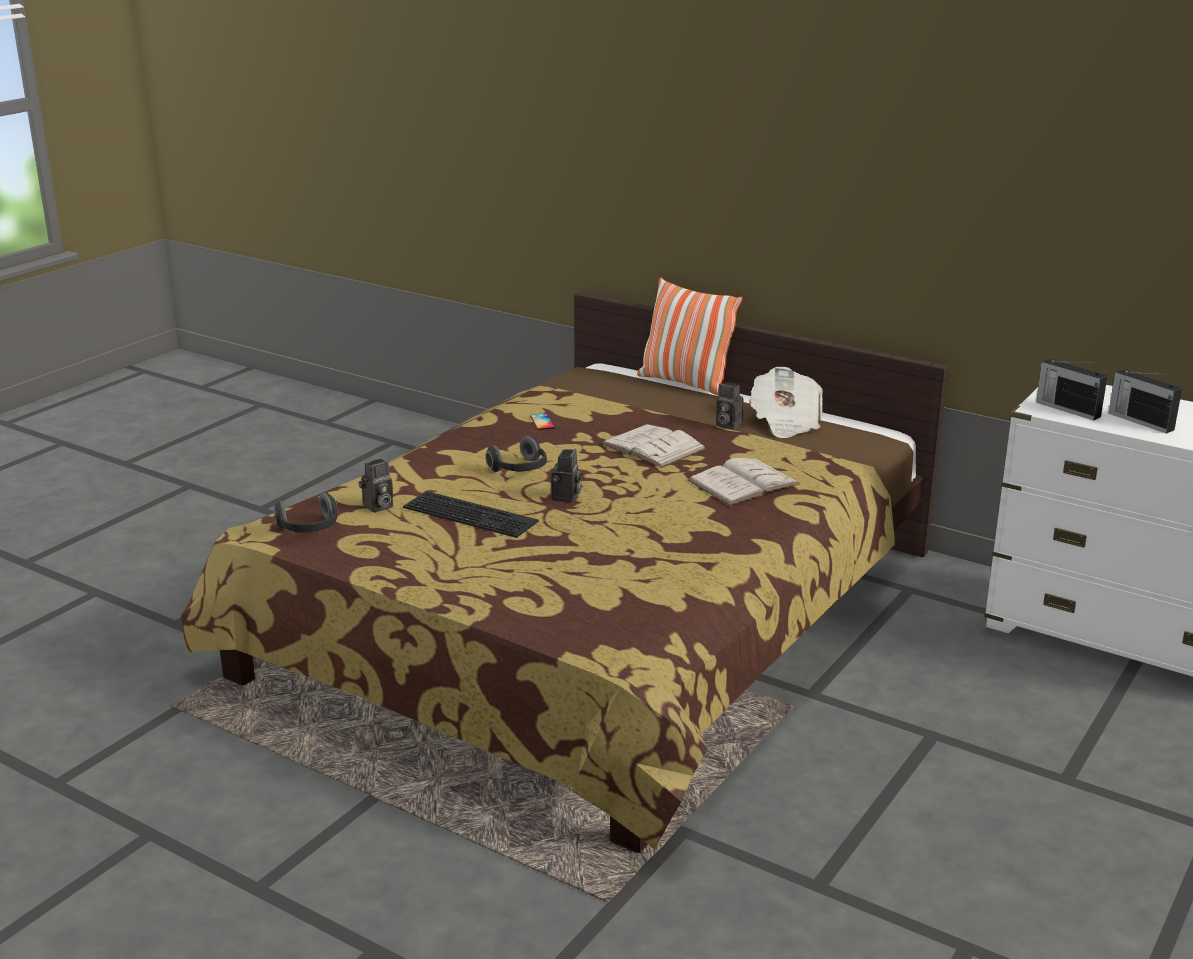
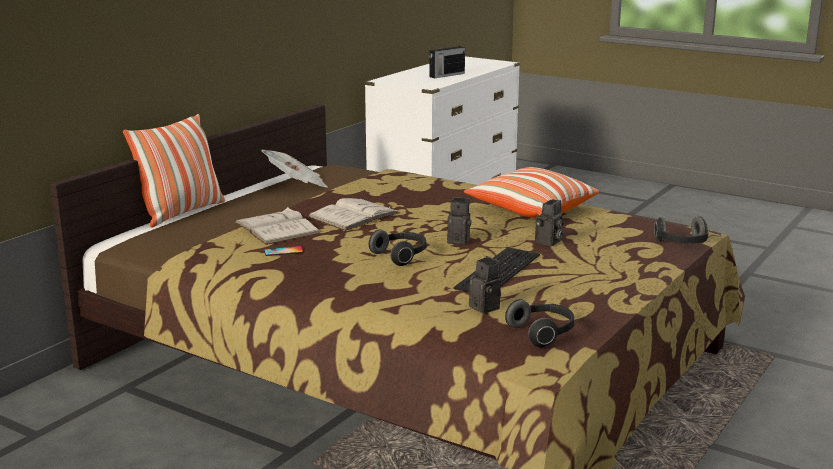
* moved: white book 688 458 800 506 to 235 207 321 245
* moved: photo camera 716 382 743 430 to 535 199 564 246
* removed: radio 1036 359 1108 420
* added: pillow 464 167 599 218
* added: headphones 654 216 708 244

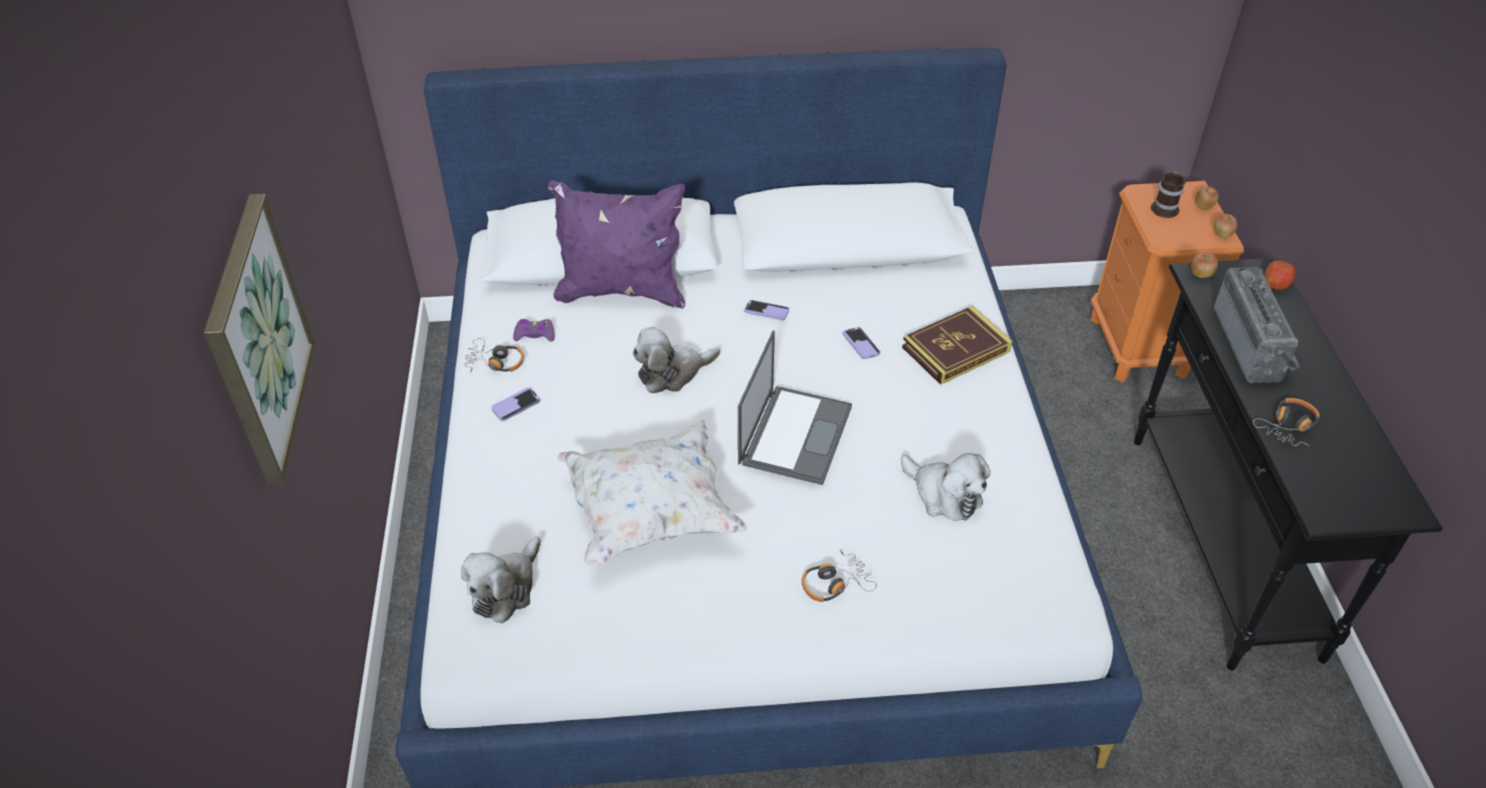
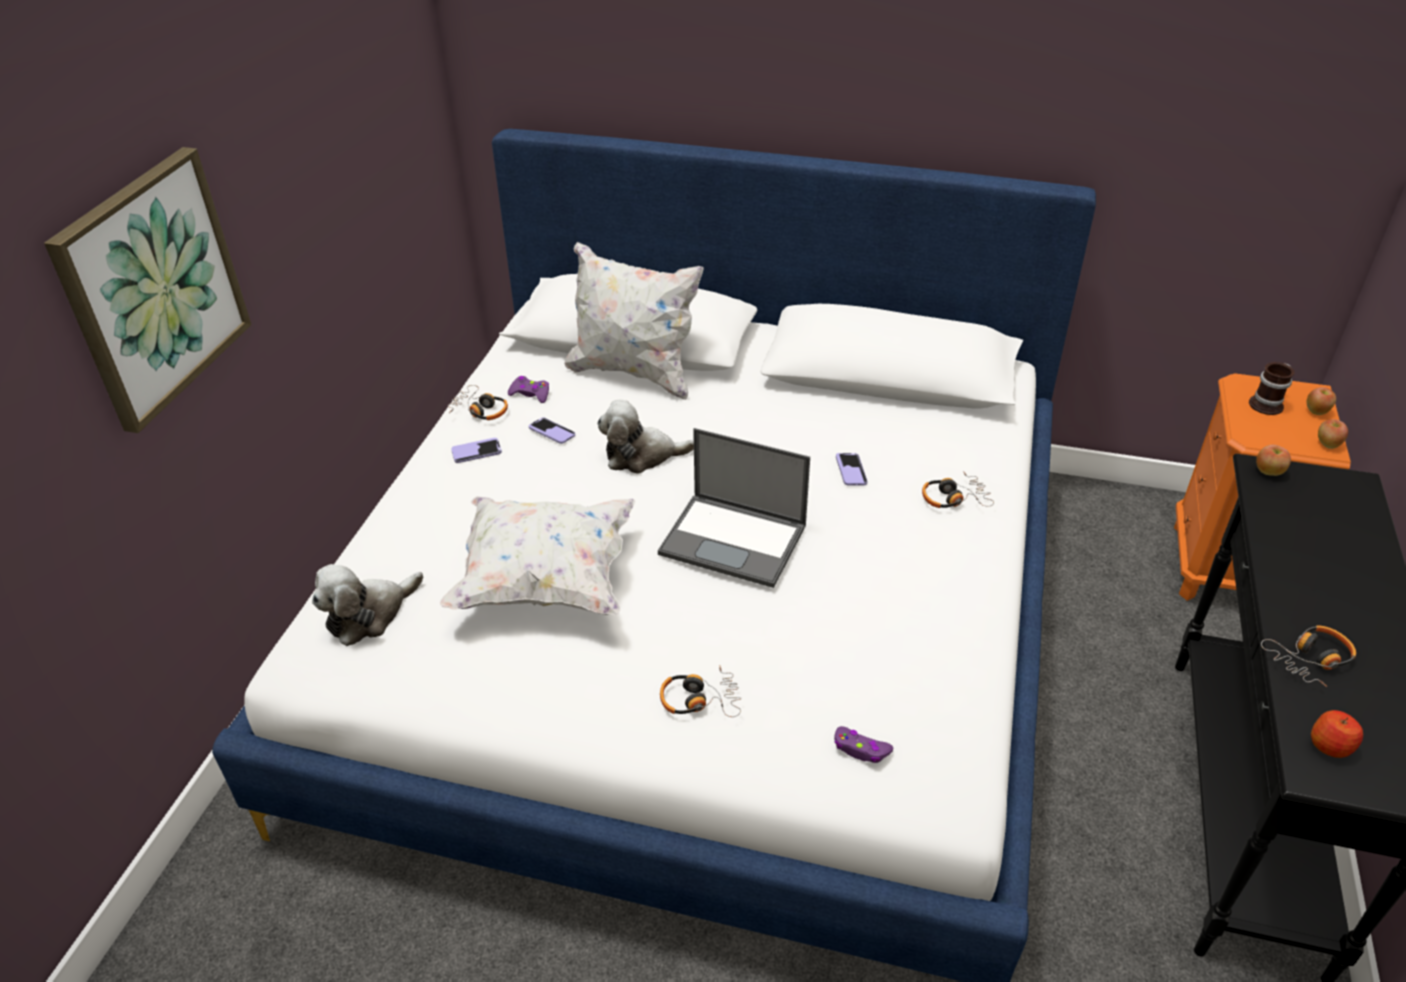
* recoloured: purple pillow 548 180 685 308 to white pillow 565 242 703 400
* turned: laptop 738 331 852 485 = 658 428 810 588 75 degrees clockwise
* moved: phone 744 300 789 320 to 529 418 575 444
* removed: plush toy 901 453 990 521
* replaced: book 902 306 1012 385 to headphones 922 471 994 508
* removed: radio 1214 267 1300 383
* moved: apple 1264 260 1296 290 to 1311 710 1363 758
* added: purple game controller 834 726 893 763

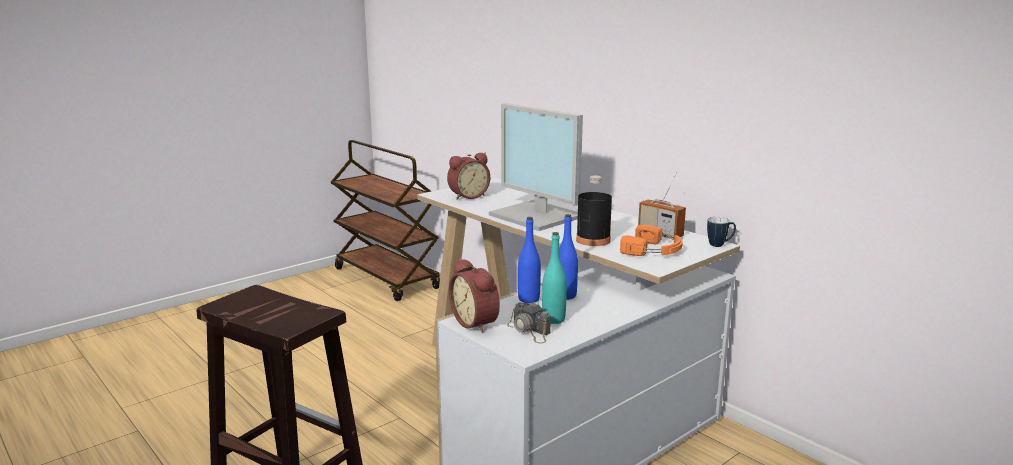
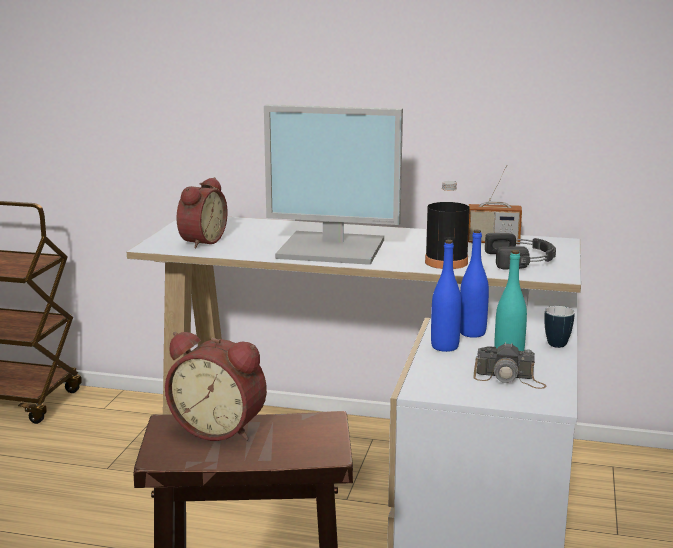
* moved: alarm clock 449 258 500 333 to 165 332 267 441
* recoloured: orange headphones 620 224 683 256 to black headphones 485 233 556 270
* moved: mug 707 217 736 247 to 544 306 575 348

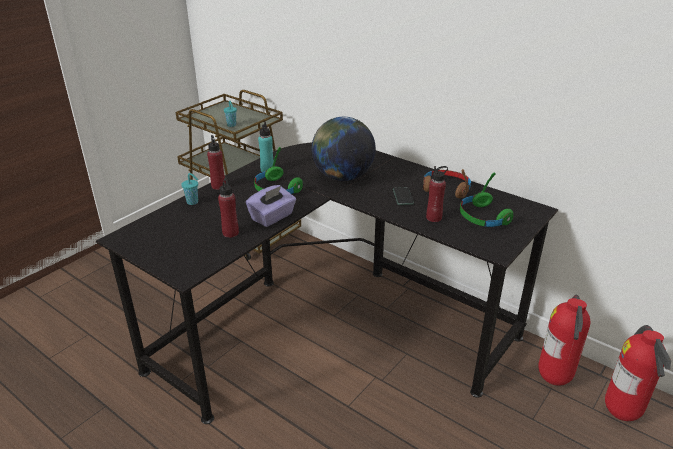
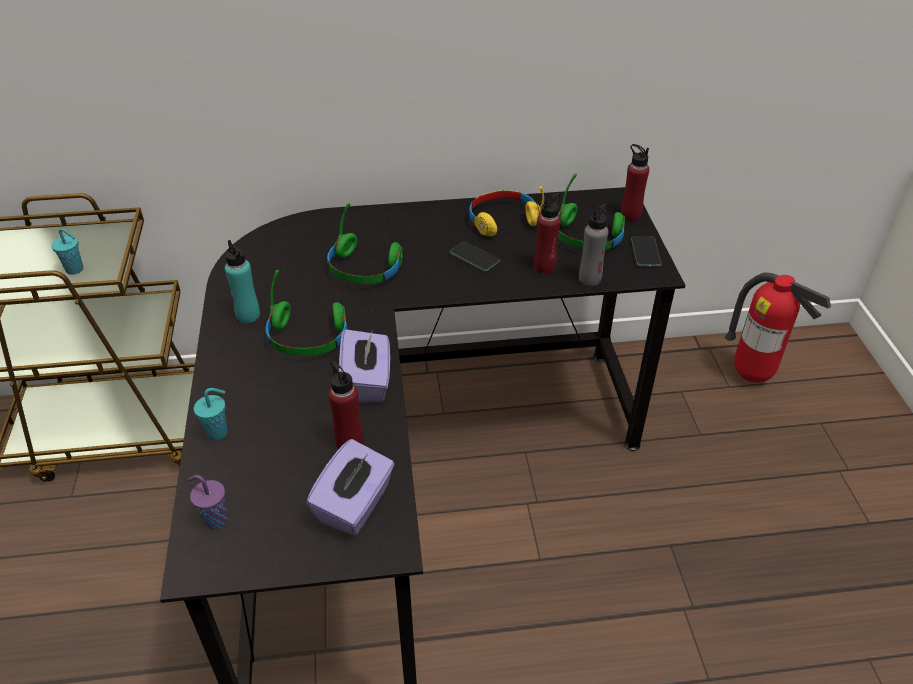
* moved: red bottle 207 135 226 190 to 621 144 649 221
* replaced: globe 312 117 376 181 to green headphones 327 203 403 284
* recoloured: brown headphones 423 169 471 198 to yellow headphones 469 186 544 236
* removed: fire extinguisher 538 295 590 386
* added: purple cup 188 475 228 529
* added: purple tissue box 306 439 395 536
* added: grey bottle 579 203 608 286
* added: phone 631 236 662 267

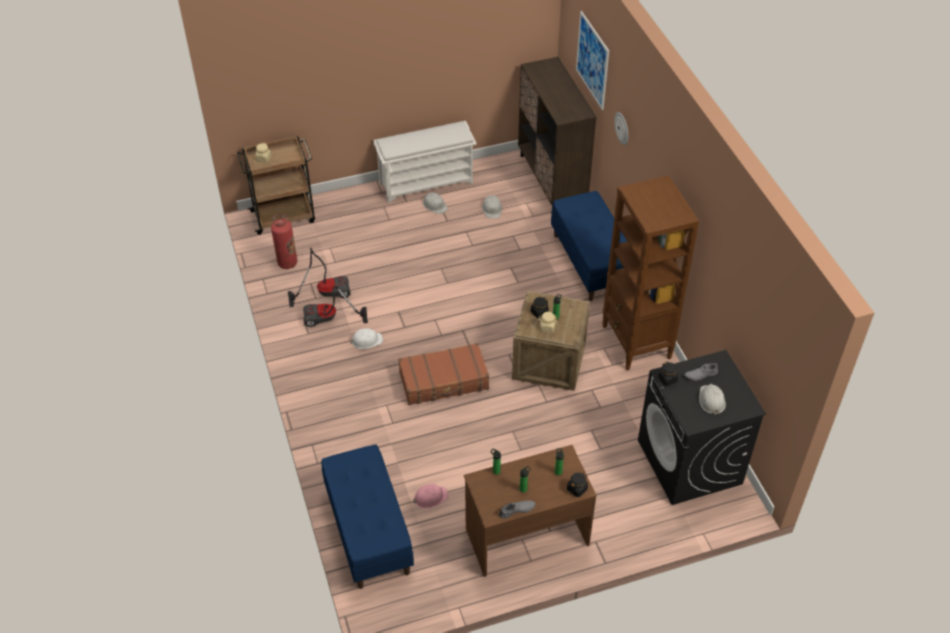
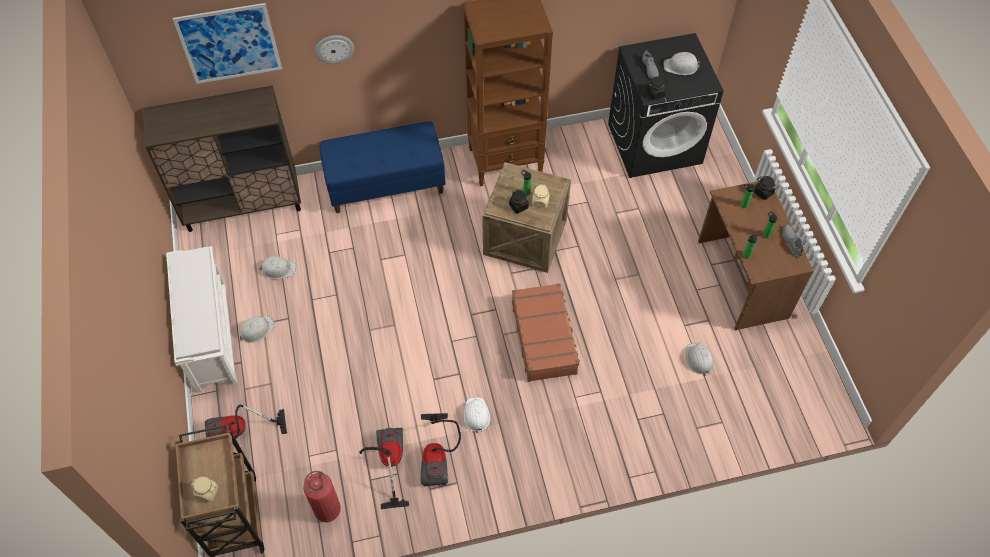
* removed: blue bench 321 444 414 589
* recoloured: pink hard hat 413 484 449 508 to white hard hat 686 342 714 376
* added: vacuum cleaner 205 405 287 439

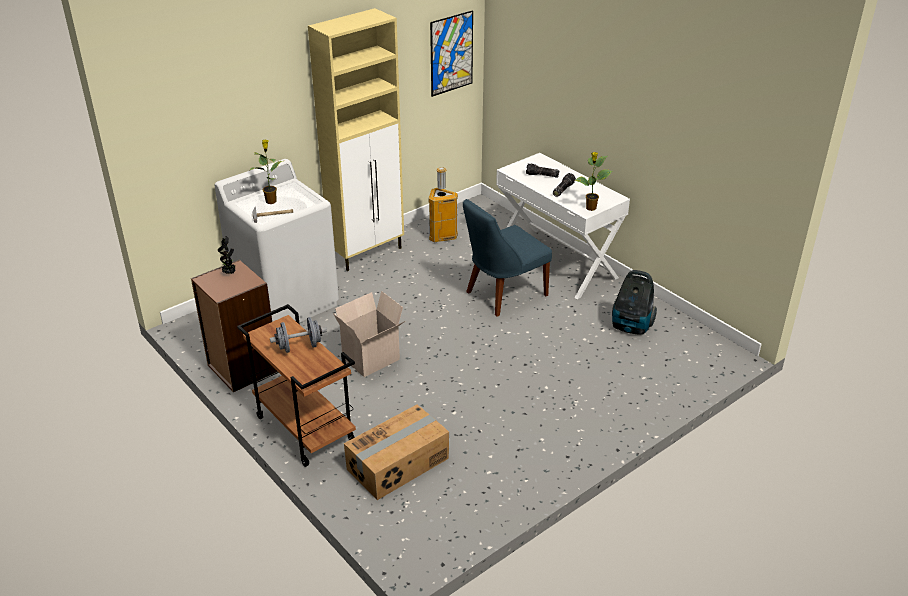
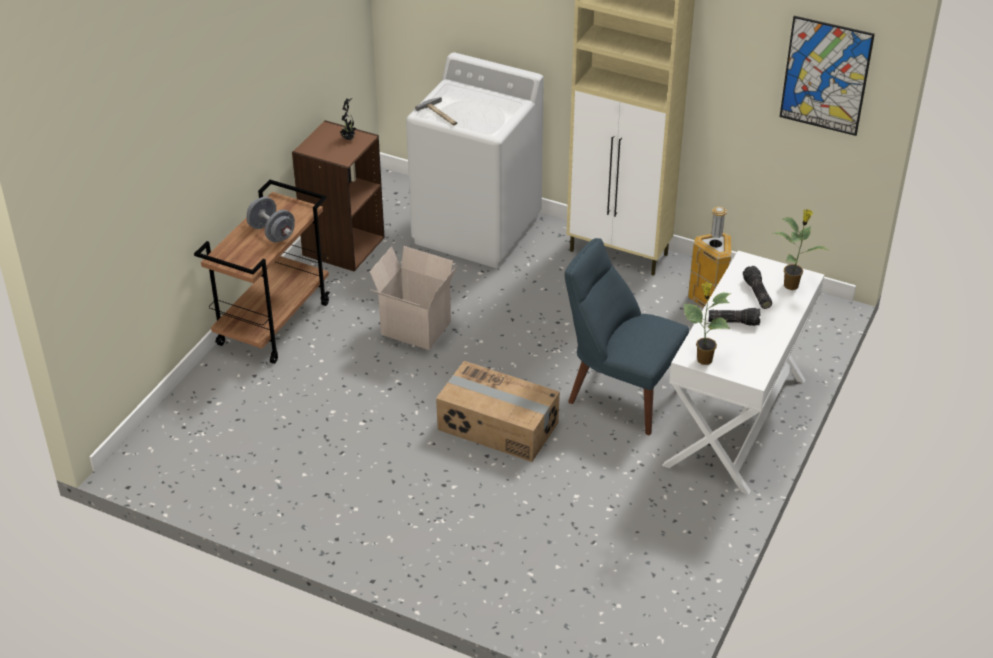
* moved: potted plant 249 139 282 204 to 774 209 828 290
* moved: cardboard box 344 405 449 500 to 436 361 560 462
* removed: vacuum cleaner 612 270 657 335

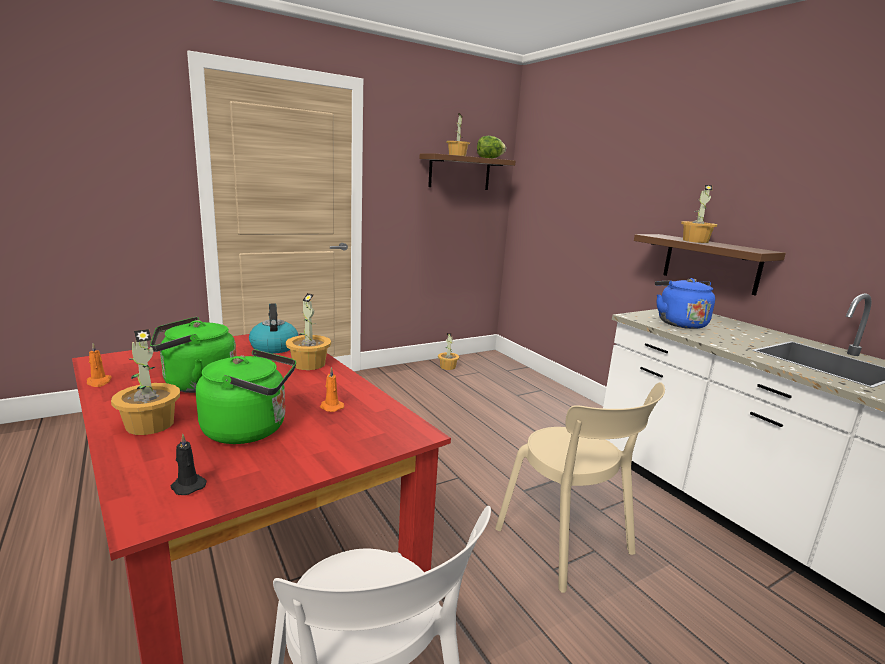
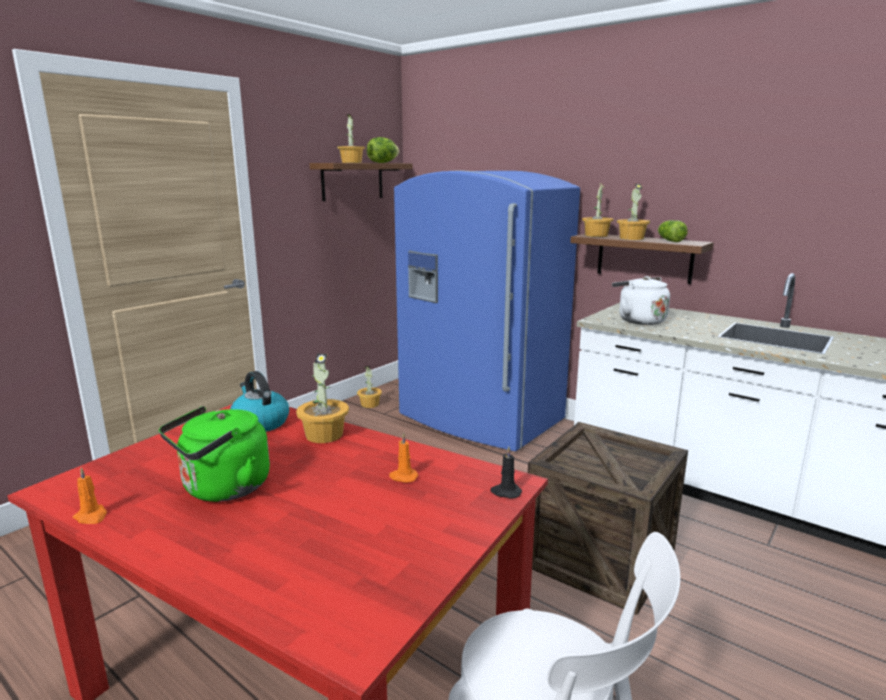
* moved: potted plant 111 329 180 435 to 582 183 614 237
* moved: black candle 171 434 207 495 to 490 446 522 499
* removed: green kettle 196 349 296 444
* replaced: beige chair 495 382 665 593 to crate 528 422 688 615
* recoloured: blue kettle 655 278 715 329 to white kettle 612 276 670 325
* added: blue fridge 394 170 580 451
* added: lettuce 658 220 688 242

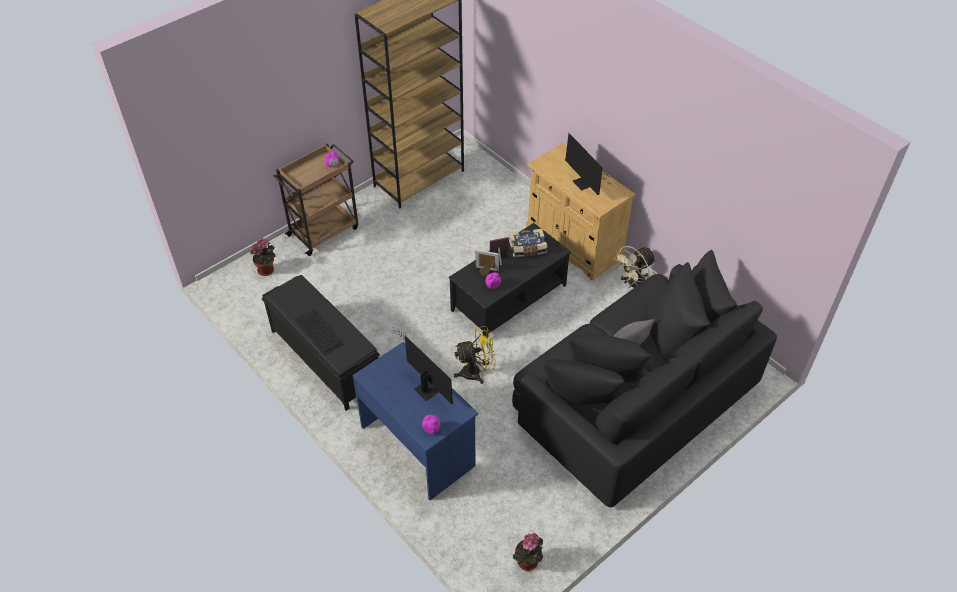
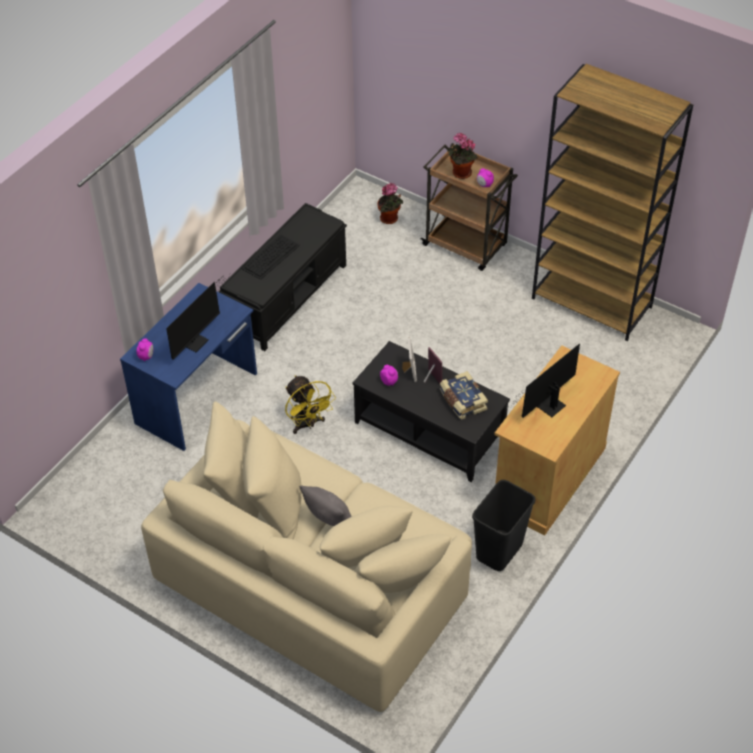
* recoloured: black sofa 512 250 777 507 to beige sofa 141 401 472 712
* moved: potted plant 513 533 543 571 to 447 133 478 179
* replaced: beige fan 613 246 656 288 to black trash can 472 480 536 571

